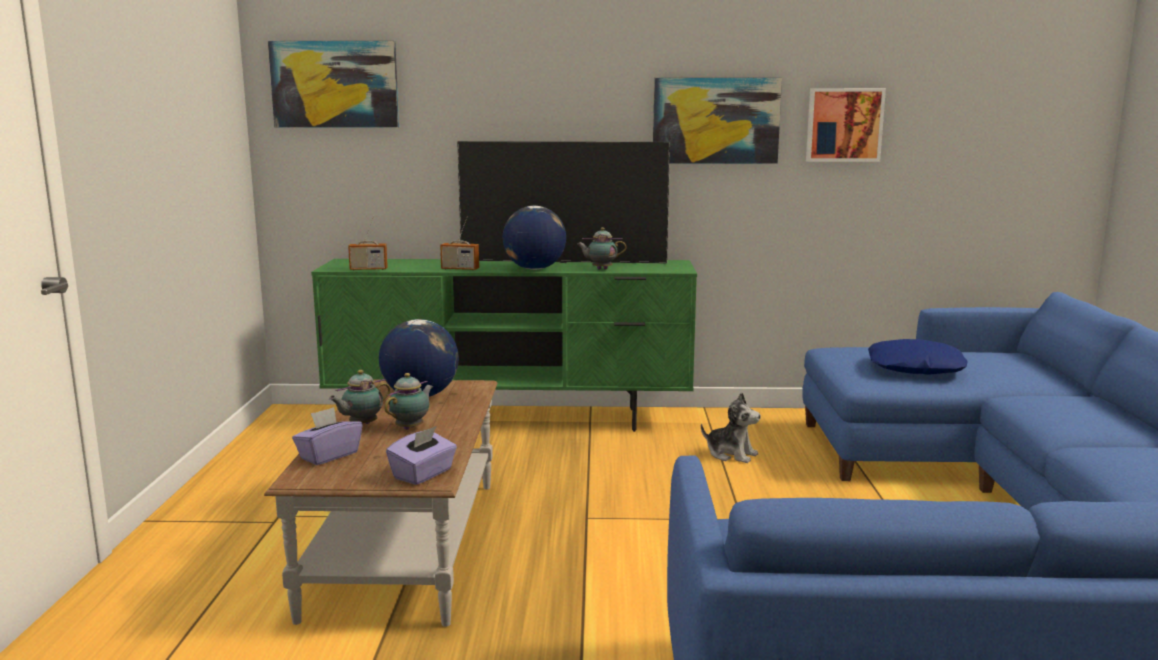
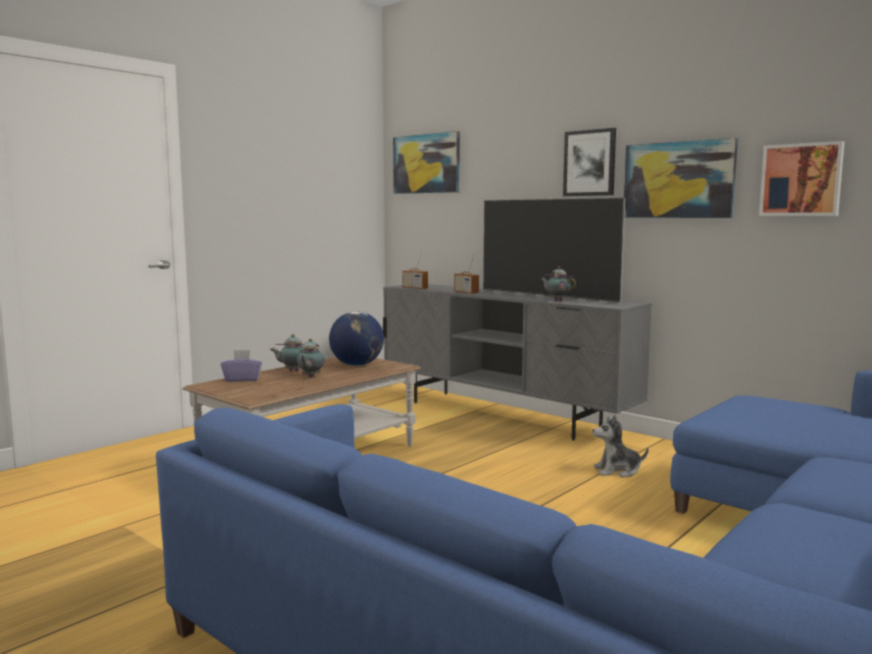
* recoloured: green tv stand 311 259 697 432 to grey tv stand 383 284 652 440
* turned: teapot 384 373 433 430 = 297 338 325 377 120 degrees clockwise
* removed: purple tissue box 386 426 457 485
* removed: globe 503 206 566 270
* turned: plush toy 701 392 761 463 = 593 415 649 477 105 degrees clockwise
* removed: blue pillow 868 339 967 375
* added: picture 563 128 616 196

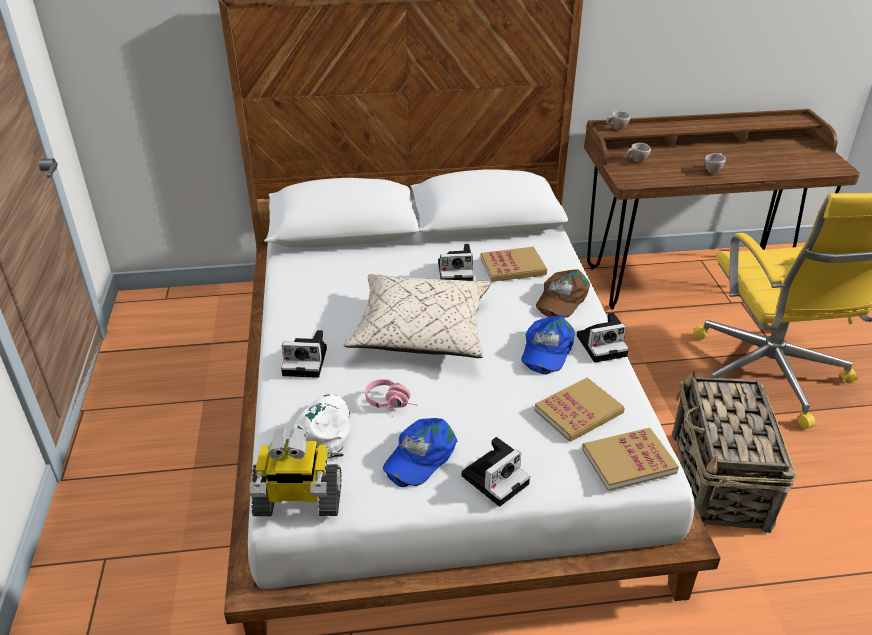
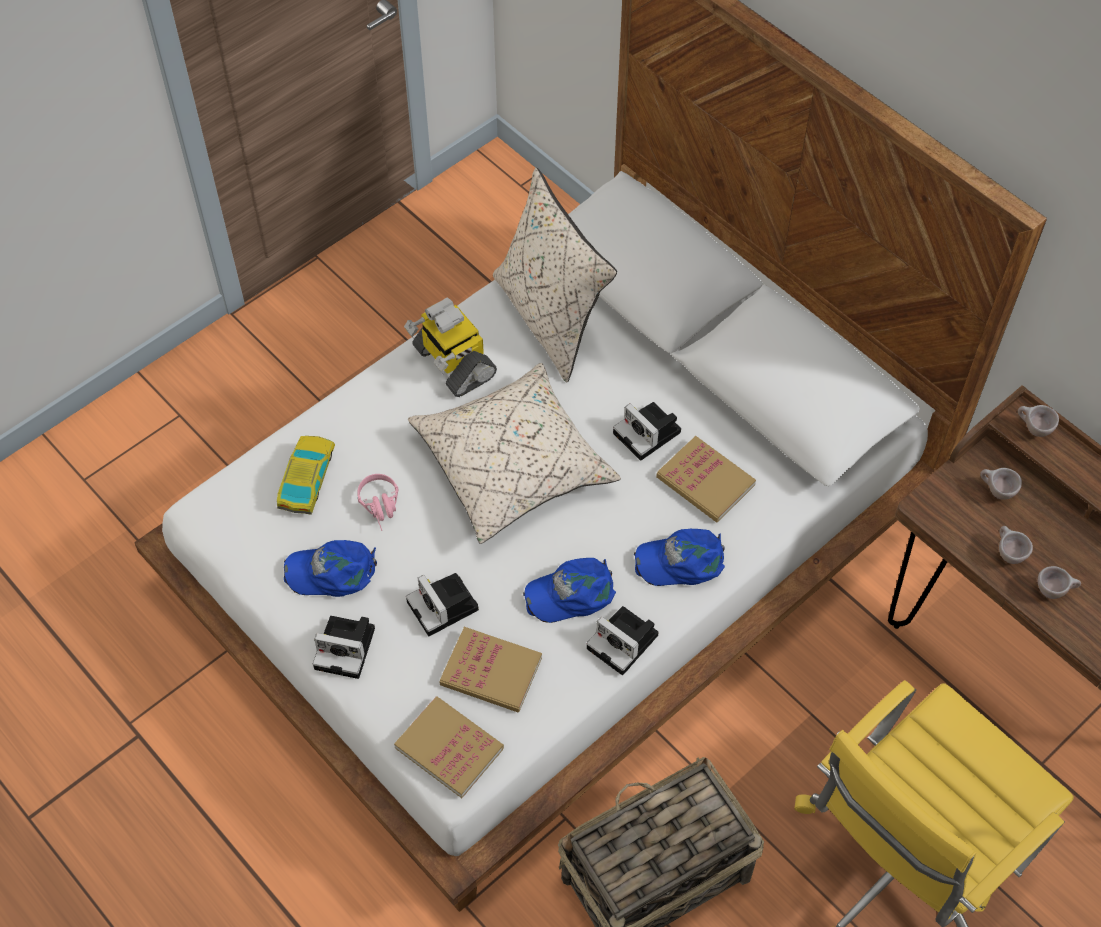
* moved: toy robot 250 427 342 516 to 404 298 497 397
* moved: photo camera 281 330 327 378 to 406 573 479 636
* replaced: white cap 294 394 350 459 to toy car 277 436 335 515
* recoloured: brown cap 536 269 590 317 to blue cap 634 529 725 586
* added: beige pillow 493 168 617 383
* added: beige cup 999 526 1033 564

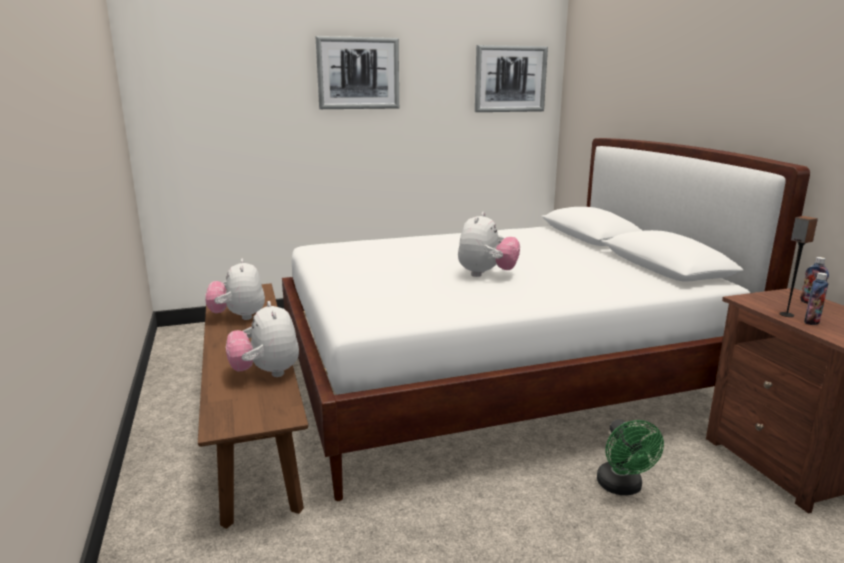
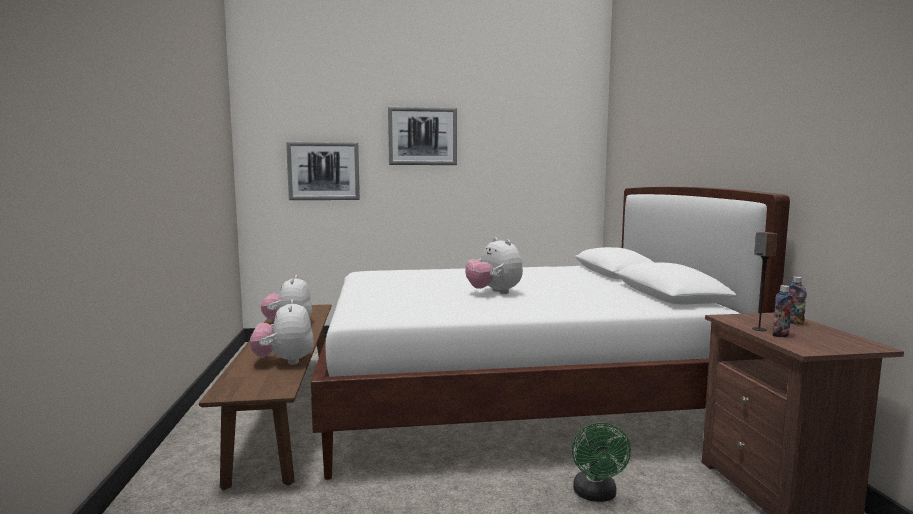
* turned: plush toy 458 212 520 277 = 465 237 523 294 120 degrees clockwise
* moved: picture 475 45 548 112 to 286 142 360 200

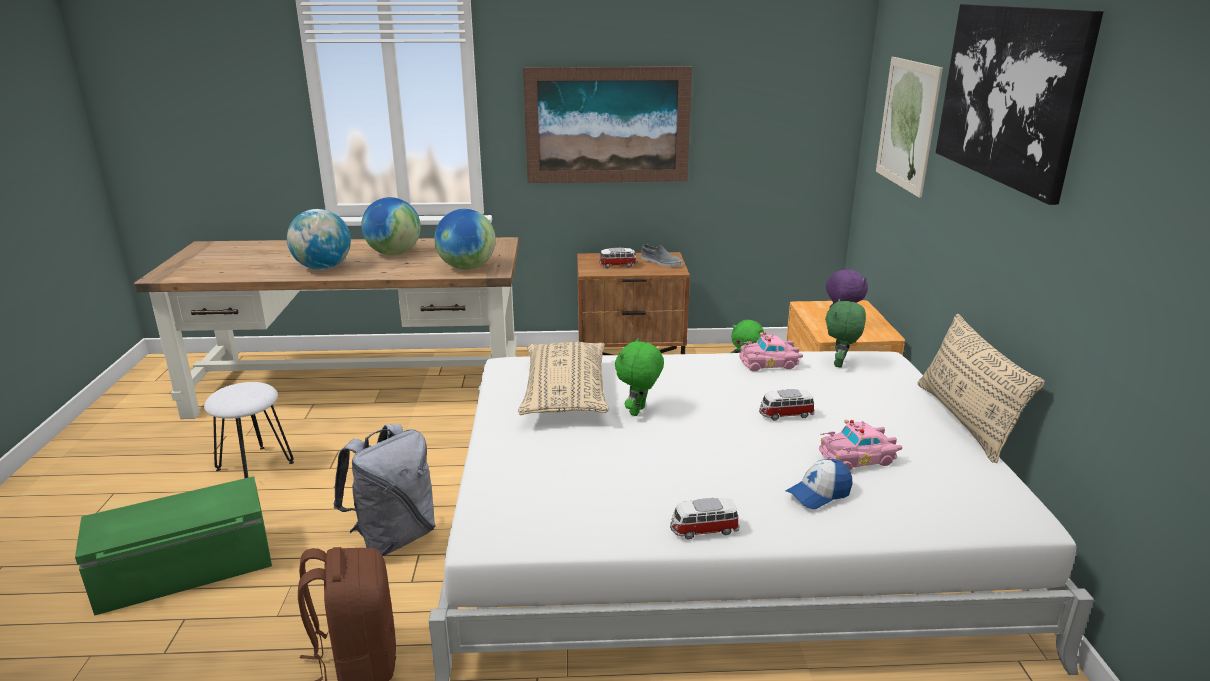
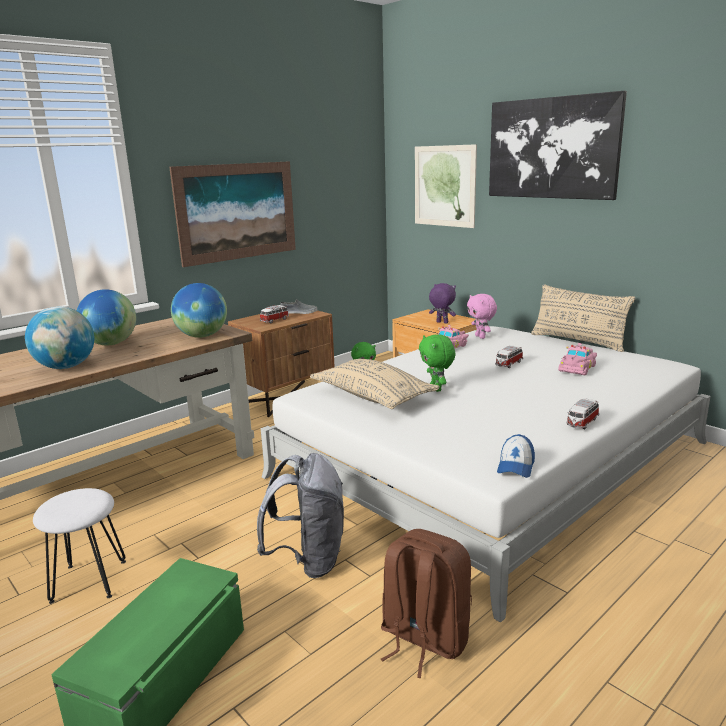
* moved: cap 786 459 852 509 to 497 434 535 478
* recoloured: green plush toy 825 299 866 368 to pink plush toy 467 294 497 339

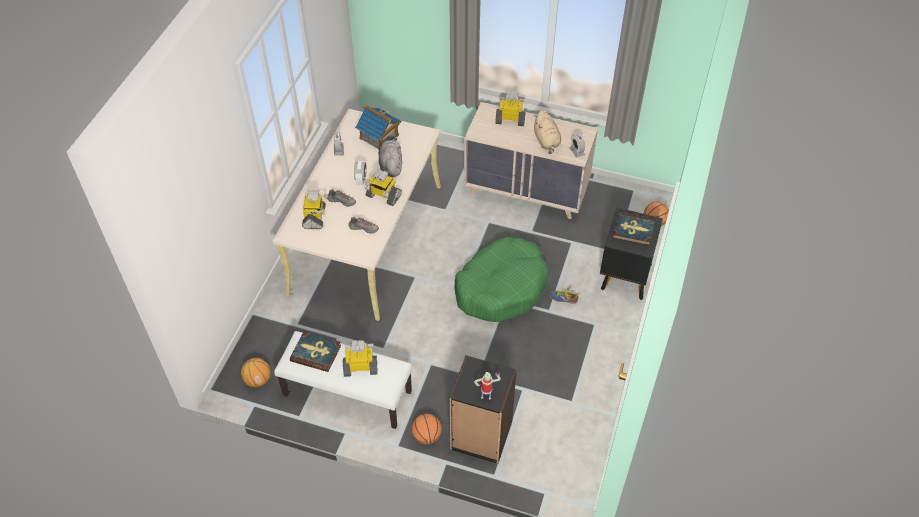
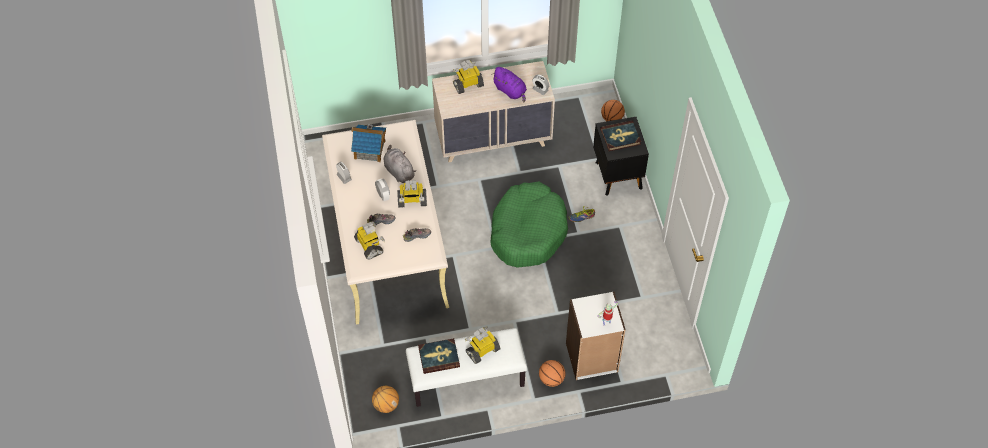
* recoloured: black bookcase 449 355 517 464 to white bookcase 566 292 626 380
* recoloured: beige plush toy 533 110 561 154 to purple plush toy 491 67 527 103

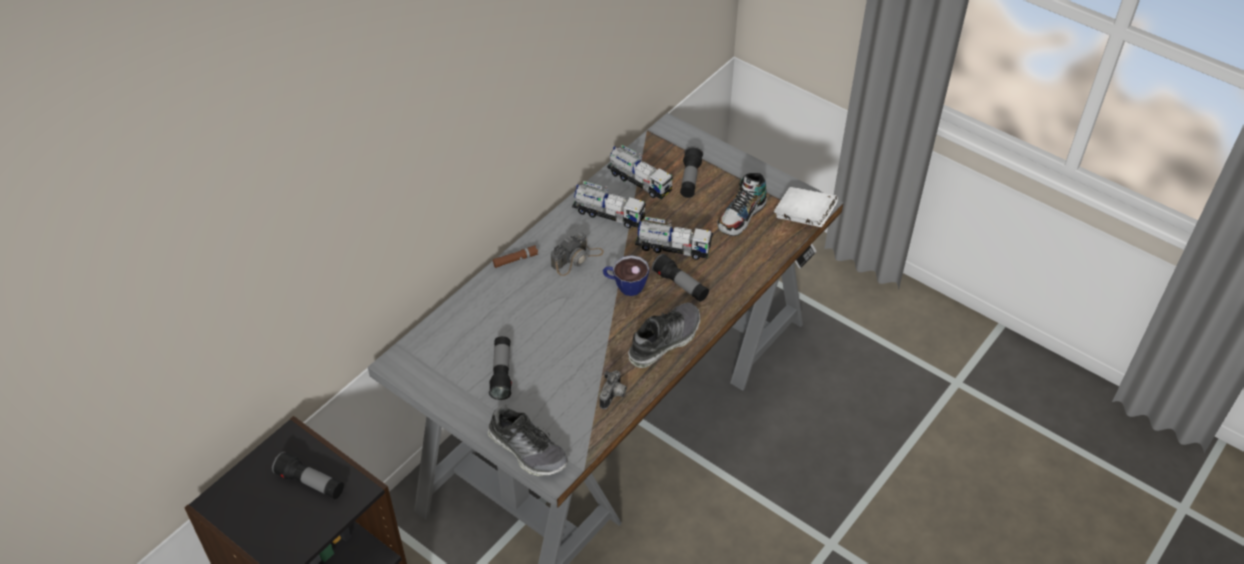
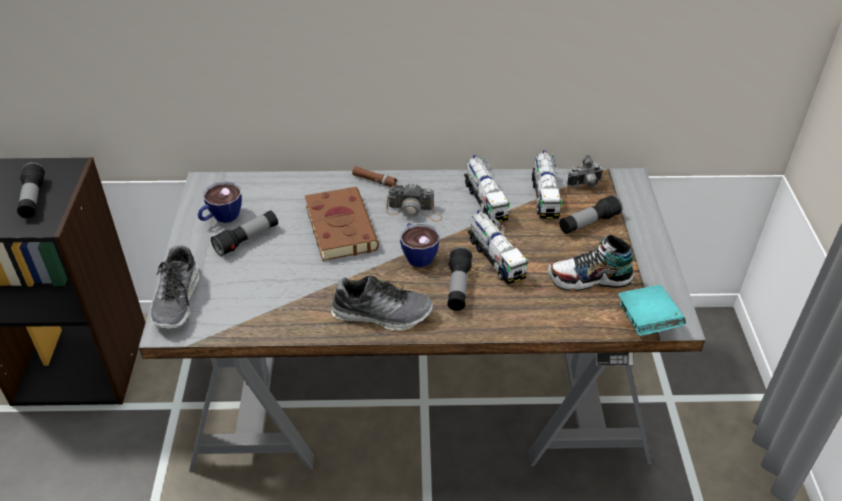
* moved: photo camera 600 370 627 409 to 567 155 603 187
* recoloured: white book 774 187 838 227 to turquoise book 618 285 686 336
* added: cup 198 181 242 223
* added: brown book 305 187 379 261

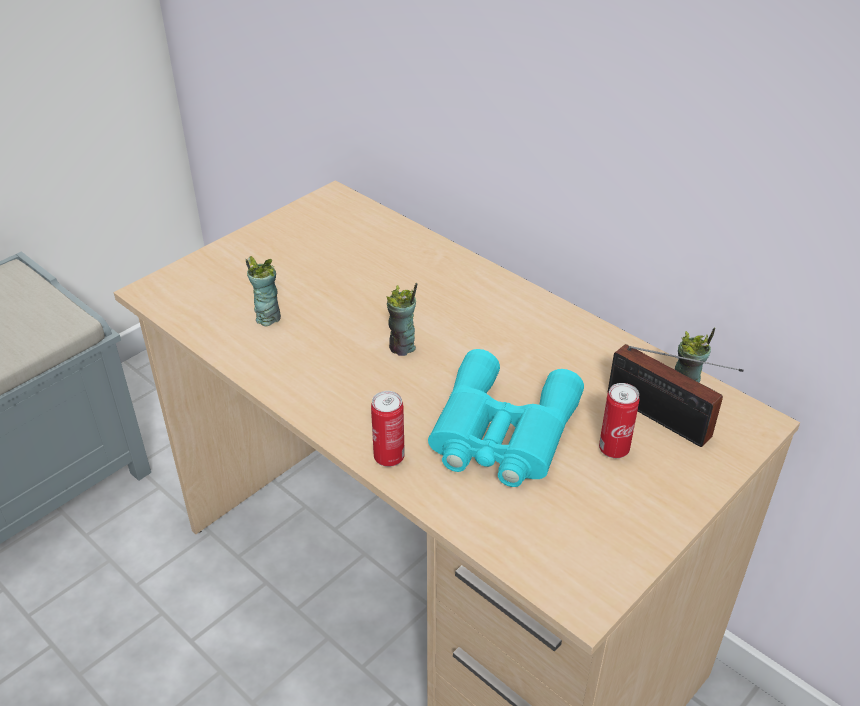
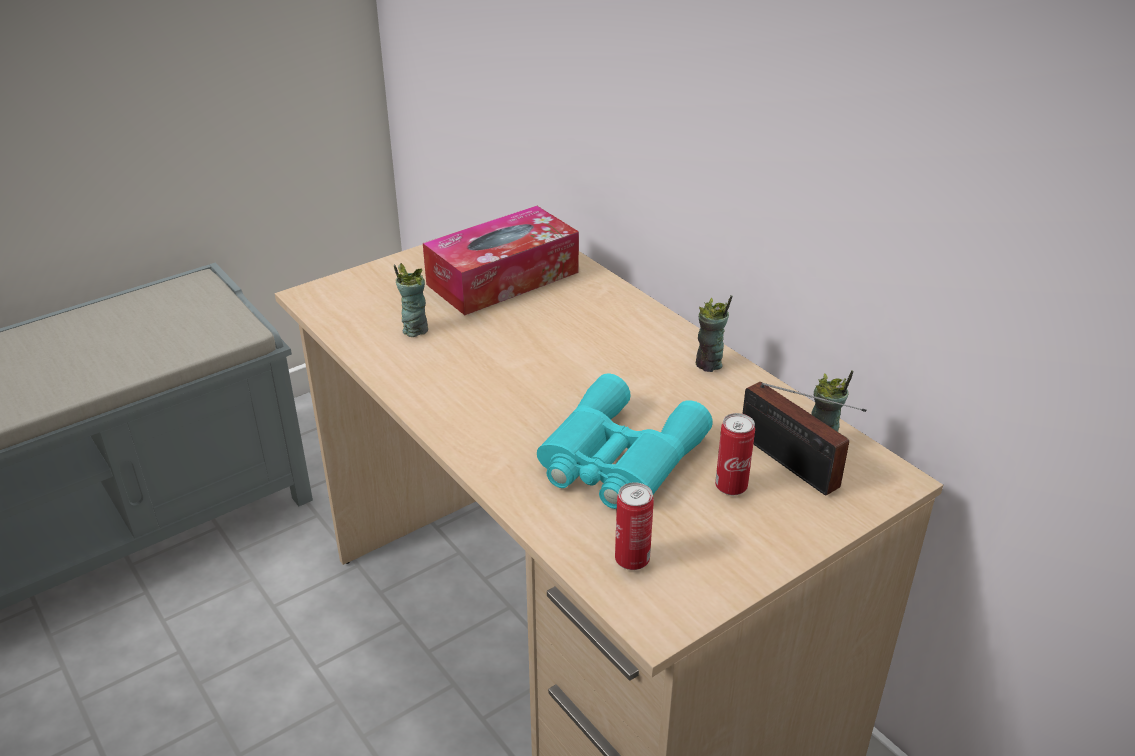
* moved: can 371 391 405 467 to 615 482 654 570
* moved: cup 386 283 418 356 to 696 295 732 372
* added: tissue box 423 206 579 315

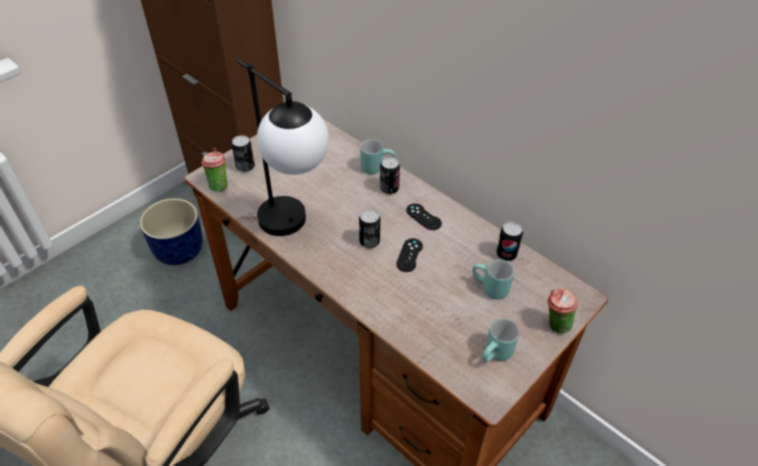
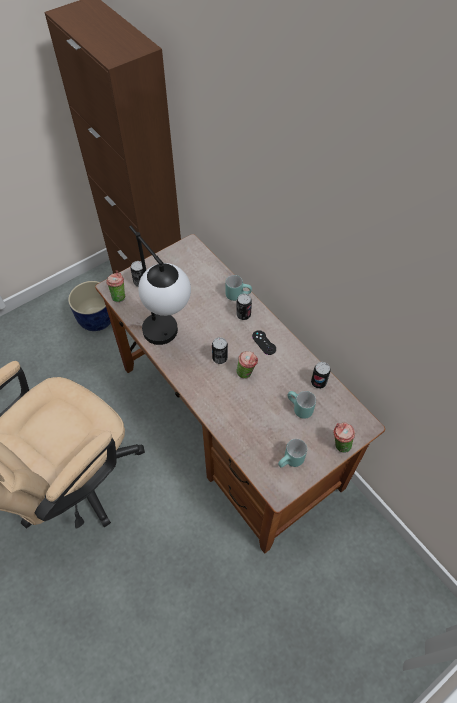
* replaced: black game controller 396 238 423 272 to cup 236 351 258 379

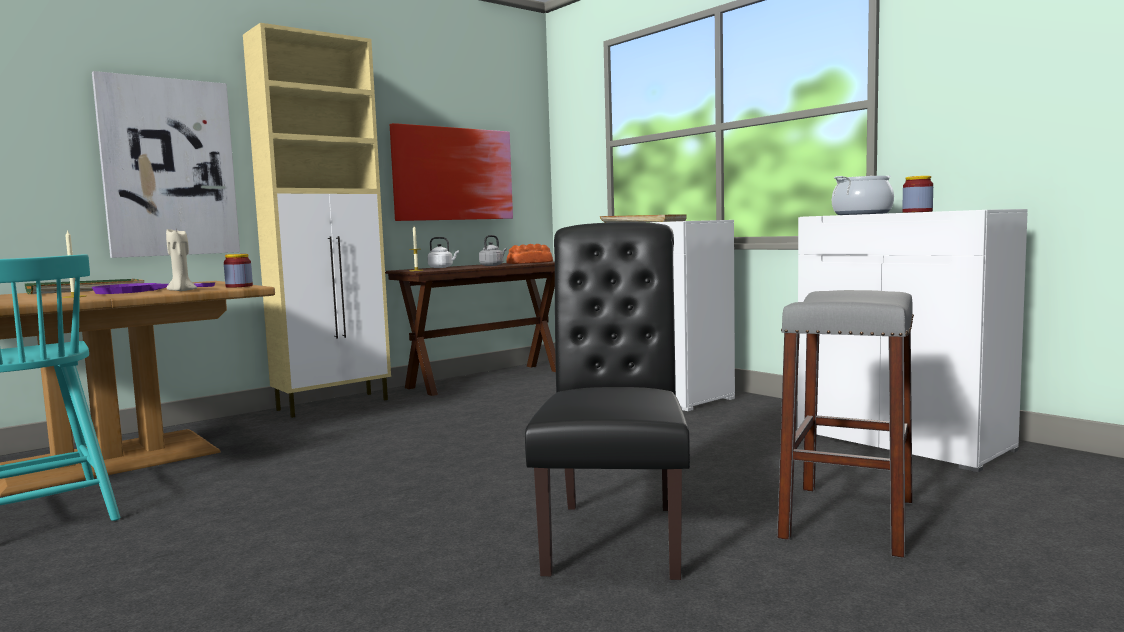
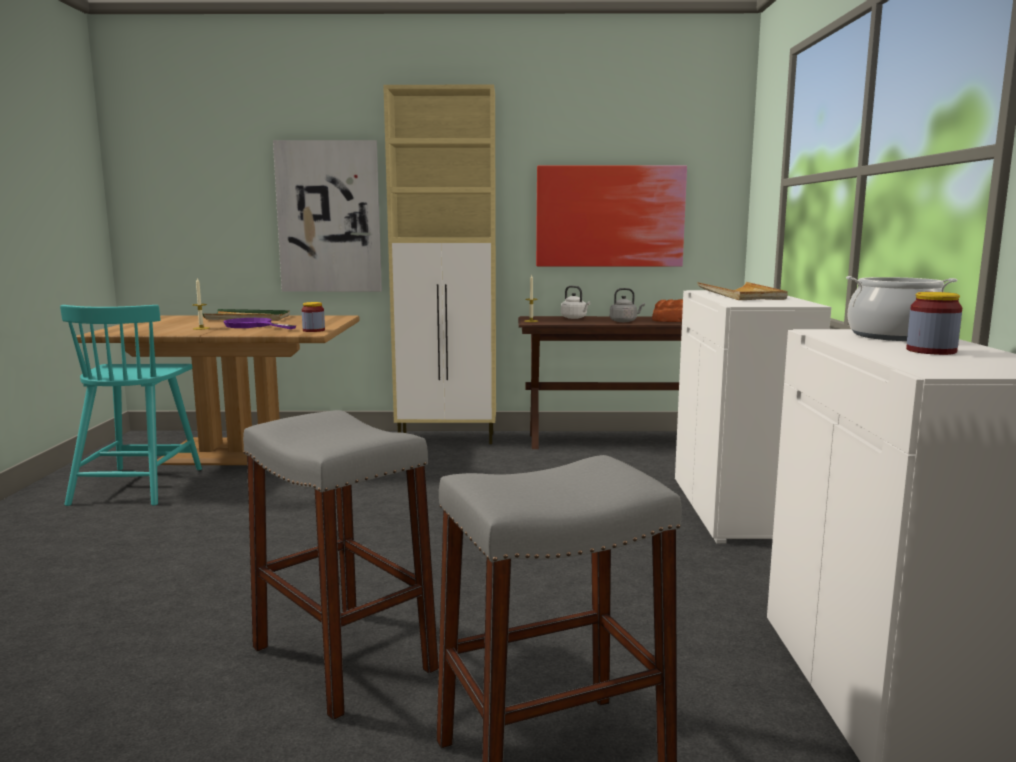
* removed: beige candle 166 229 197 291
* replaced: black chair 525 222 690 580 to grey stool 243 410 439 721

